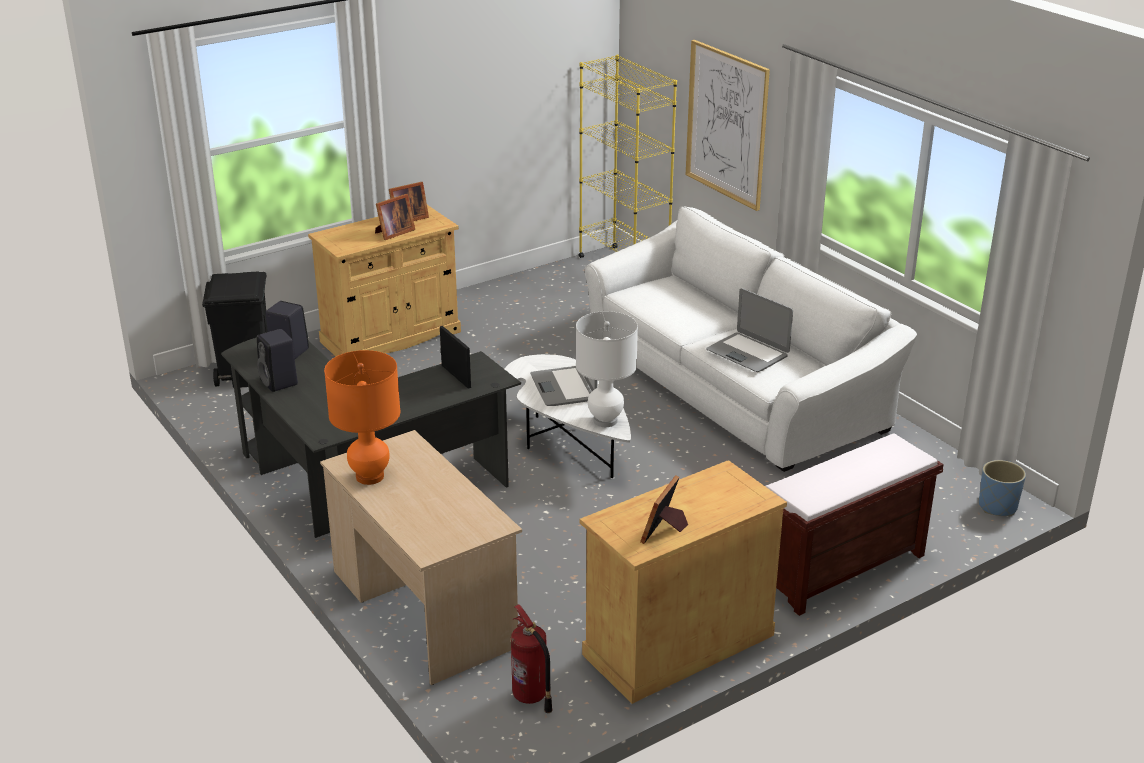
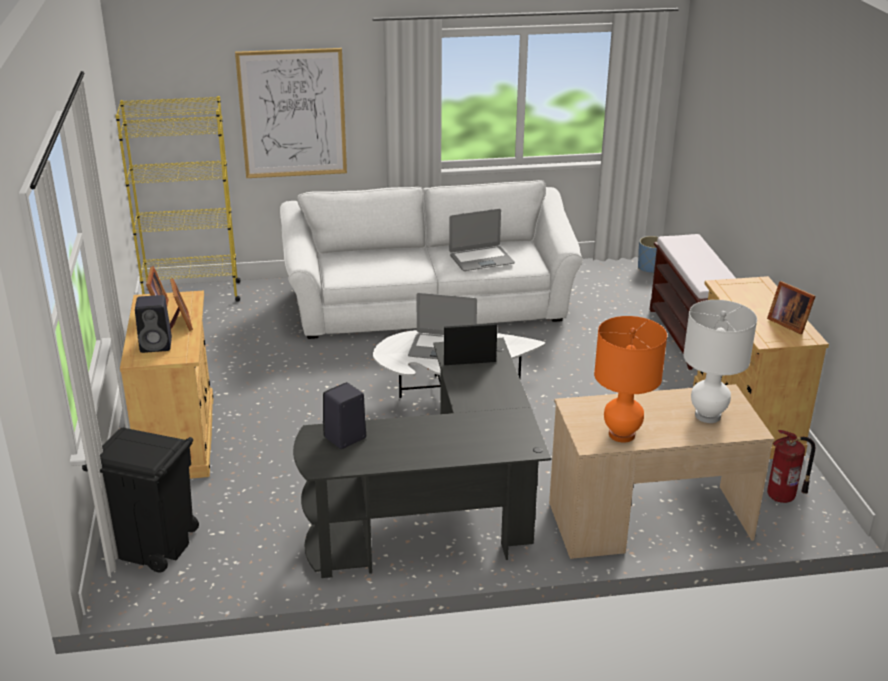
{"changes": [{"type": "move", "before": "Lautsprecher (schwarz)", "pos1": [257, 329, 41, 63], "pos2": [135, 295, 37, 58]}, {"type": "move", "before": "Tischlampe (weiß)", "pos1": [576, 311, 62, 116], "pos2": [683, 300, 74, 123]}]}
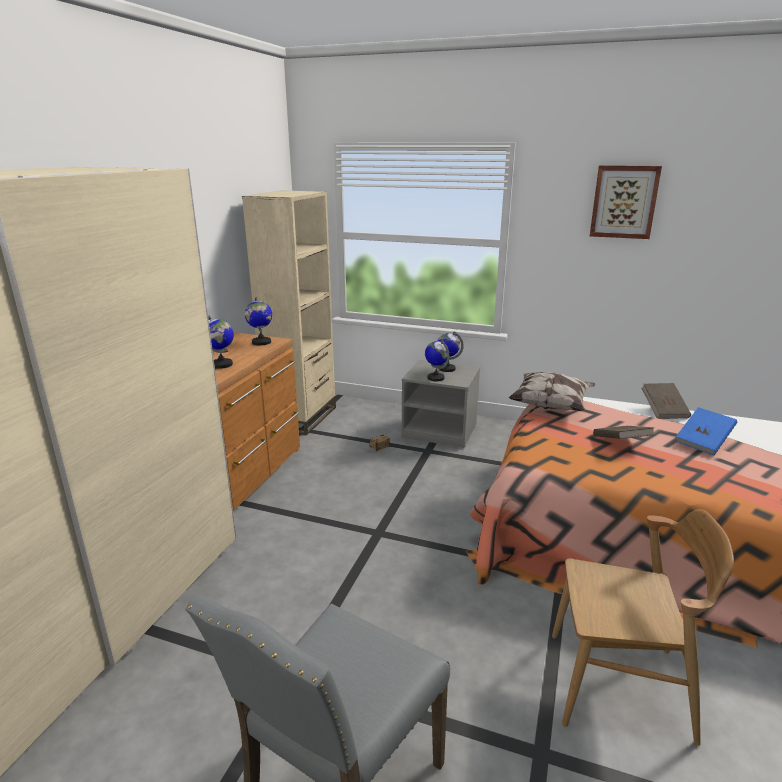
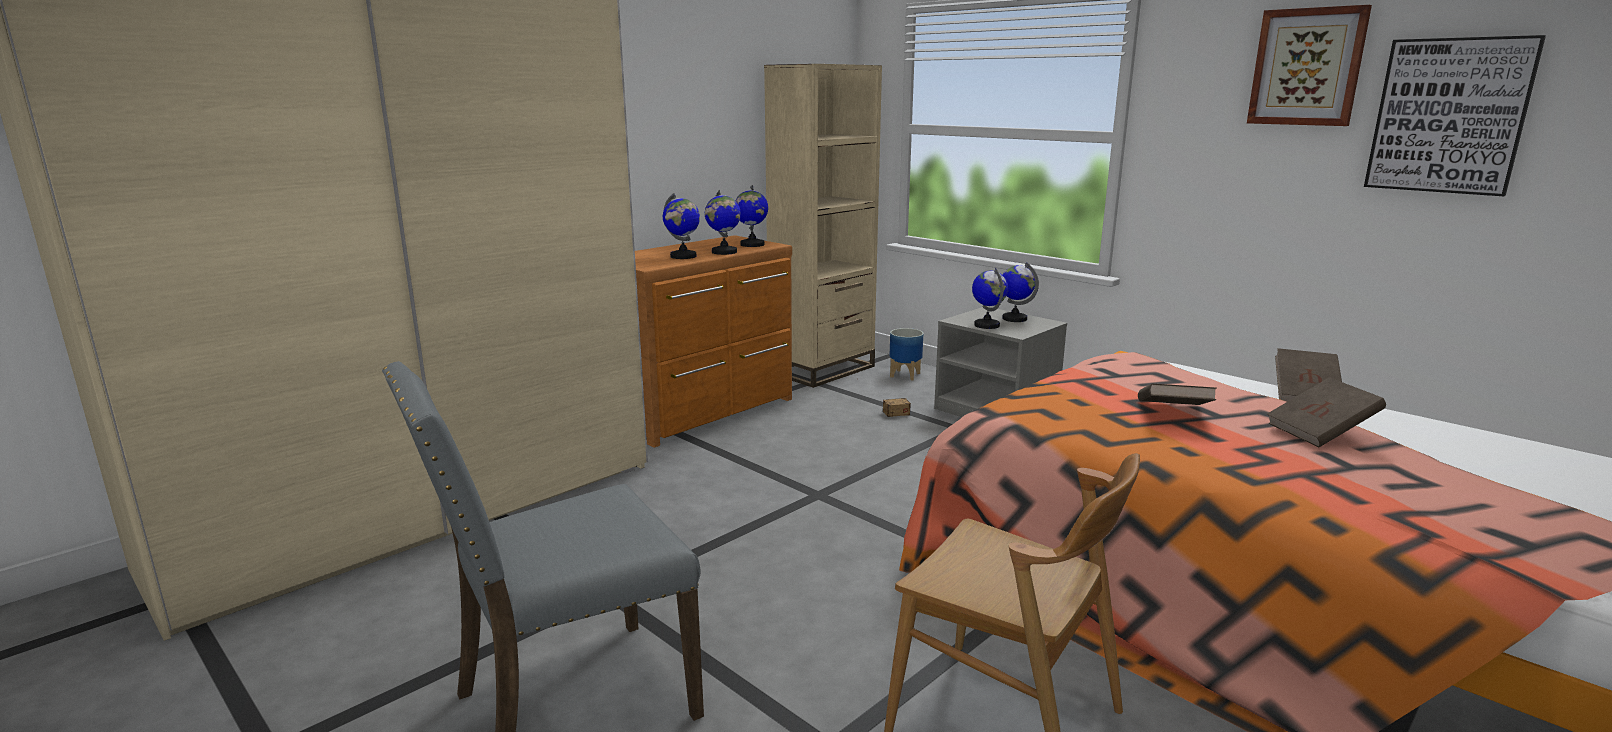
{"changes": [{"type": "insert", "after": "Globus", "pos2": [705, 190, 36, 65]}, {"type": "insert", "after": "Pflanzkübel", "pos2": [889, 328, 34, 52]}, {"type": "recolor", "before": "Buch (blau)", "after": "Buch (braun)", "pos1": [676, 407, 61, 48], "pos2": [1267, 377, 119, 70]}, {"type": "insert", "after": "Bild", "pos2": [1364, 35, 182, 161]}, {"type": "delete", "before": "Kissen", "pos1": [508, 372, 87, 39]}]}
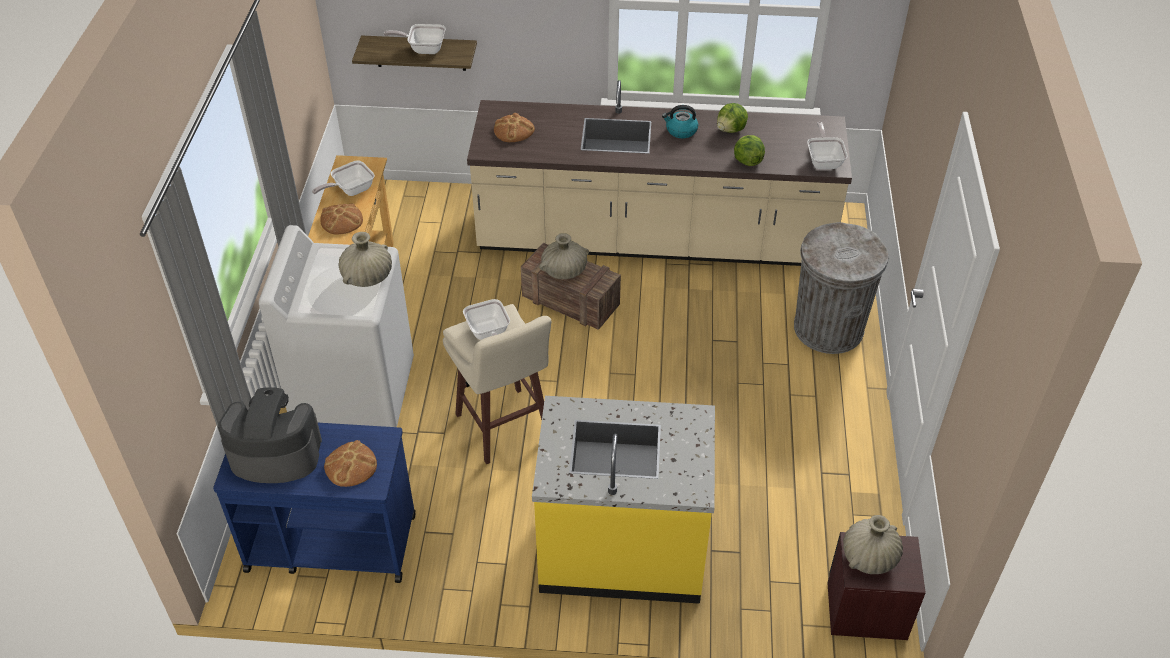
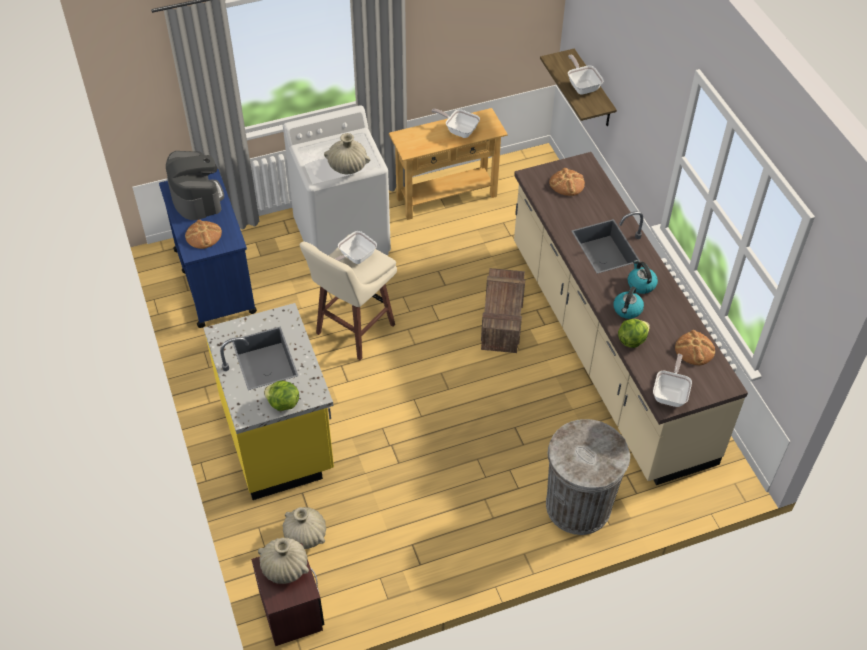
{"changes": [{"type": "move", "before": "Salatkopf", "pos1": [717, 103, 31, 30], "pos2": [264, 381, 35, 30]}, {"type": "move", "before": "Vase (beige)", "pos1": [539, 233, 50, 46], "pos2": [283, 507, 43, 42]}, {"type": "insert", "after": "Wasserkessel", "pos2": [613, 286, 31, 33]}, {"type": "rotate", "before": "Pfanne", "pos1": [807, 122, 41, 47], "pos2": [653, 354, 39, 53], "turn": -45}, {"type": "move", "before": "Brot", "pos1": [320, 203, 43, 32], "pos2": [675, 330, 40, 36]}]}
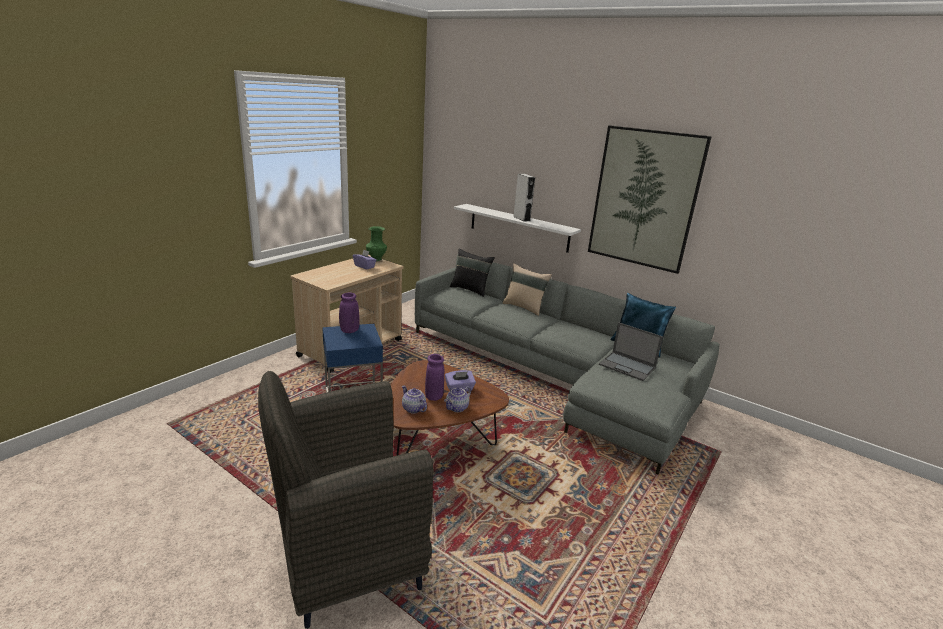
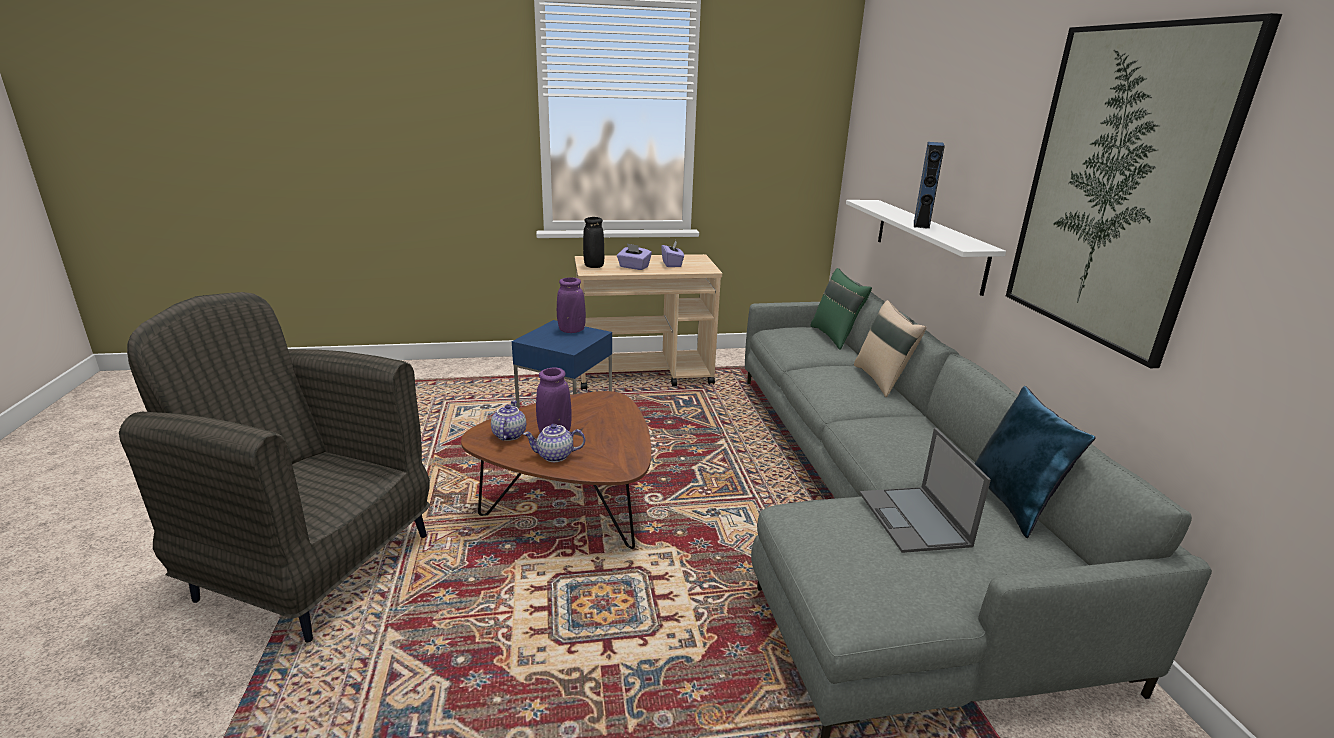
{"changes": [{"type": "insert", "after": "Vase (schwarz)", "pos2": [583, 217, 21, 51]}, {"type": "move", "before": "Taschentuchbox (lila)", "pos1": [445, 370, 31, 22], "pos2": [617, 243, 35, 27]}, {"type": "recolor", "before": "Kissen (schwarz)", "after": "Kissen (grün)", "pos1": [450, 249, 45, 48], "pos2": [810, 268, 62, 82]}, {"type": "recolor", "before": "Lautsprecher (grau)", "after": "Lautsprecher (blau)", "pos1": [513, 174, 22, 48], "pos2": [914, 142, 31, 87]}, {"type": "delete", "before": "Vase (grün)", "pos1": [366, 226, 21, 35]}]}
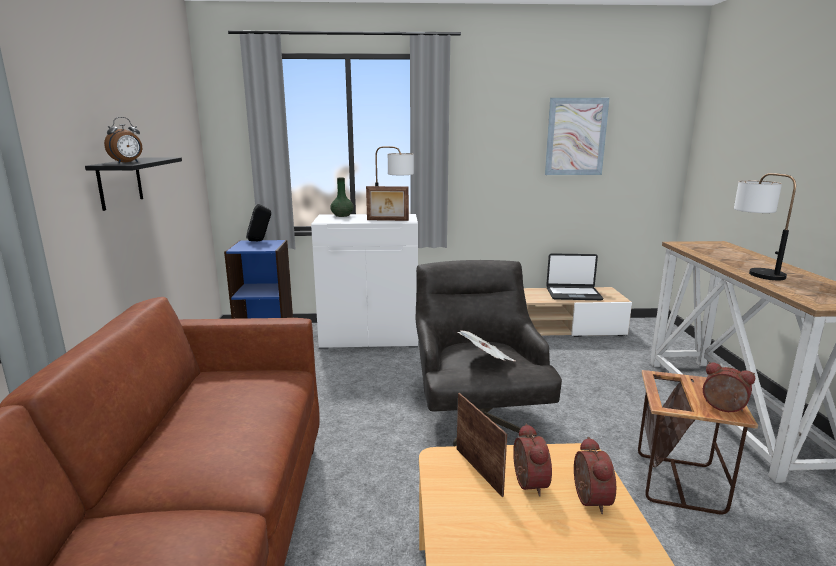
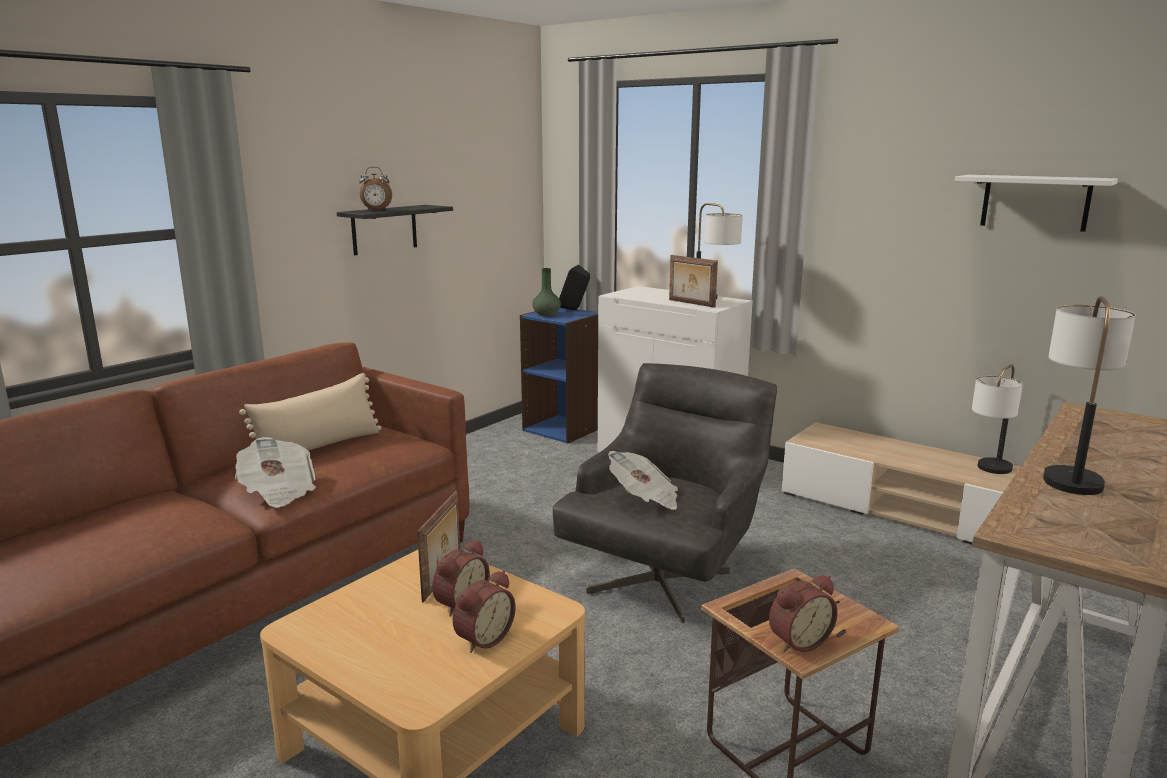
{"changes": [{"type": "insert", "after": "Zeitung", "pos2": [235, 437, 81, 71]}, {"type": "insert", "after": "Kissen (beige)", "pos2": [239, 373, 142, 78]}, {"type": "move", "before": "Vase (grün)", "pos1": [330, 178, 24, 39], "pos2": [532, 268, 29, 48]}, {"type": "rotate", "before": "Wecker", "pos1": [703, 362, 52, 50], "pos2": [769, 575, 69, 78], "turn": 75}, {"type": "replace", "before": "Bild", "after": "Wandregal (weiß)", "pos1": [545, 98, 65, 77], "pos2": [955, 175, 163, 57]}, {"type": "replace", "before": "Laptop", "after": "Tischlampe", "pos1": [546, 253, 57, 47], "pos2": [972, 364, 51, 110]}]}
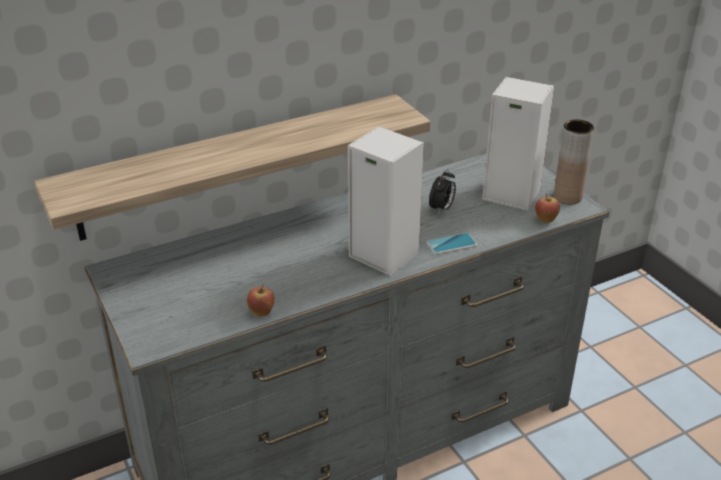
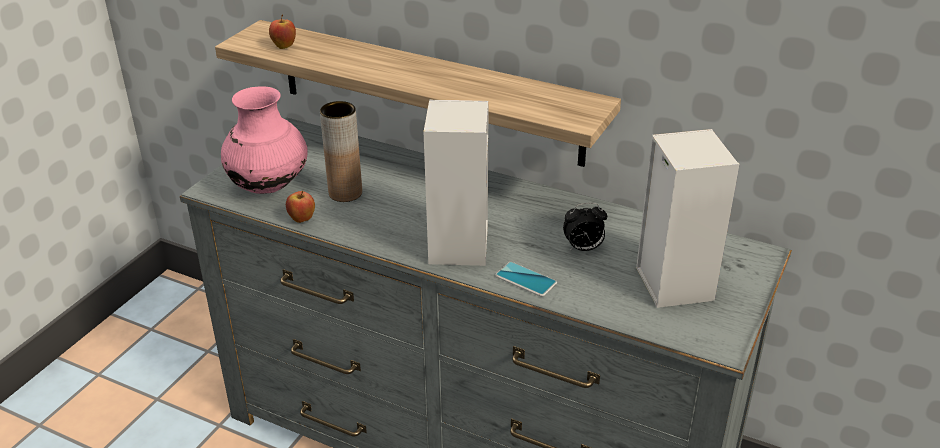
{"changes": [{"type": "insert", "after": "Vase (rosa)", "pos2": [221, 87, 87, 107]}, {"type": "move", "before": "Apfel", "pos1": [535, 194, 25, 29], "pos2": [269, 14, 27, 35]}, {"type": "move", "before": "Vase (braun)", "pos1": [554, 119, 40, 85], "pos2": [320, 101, 42, 101]}]}
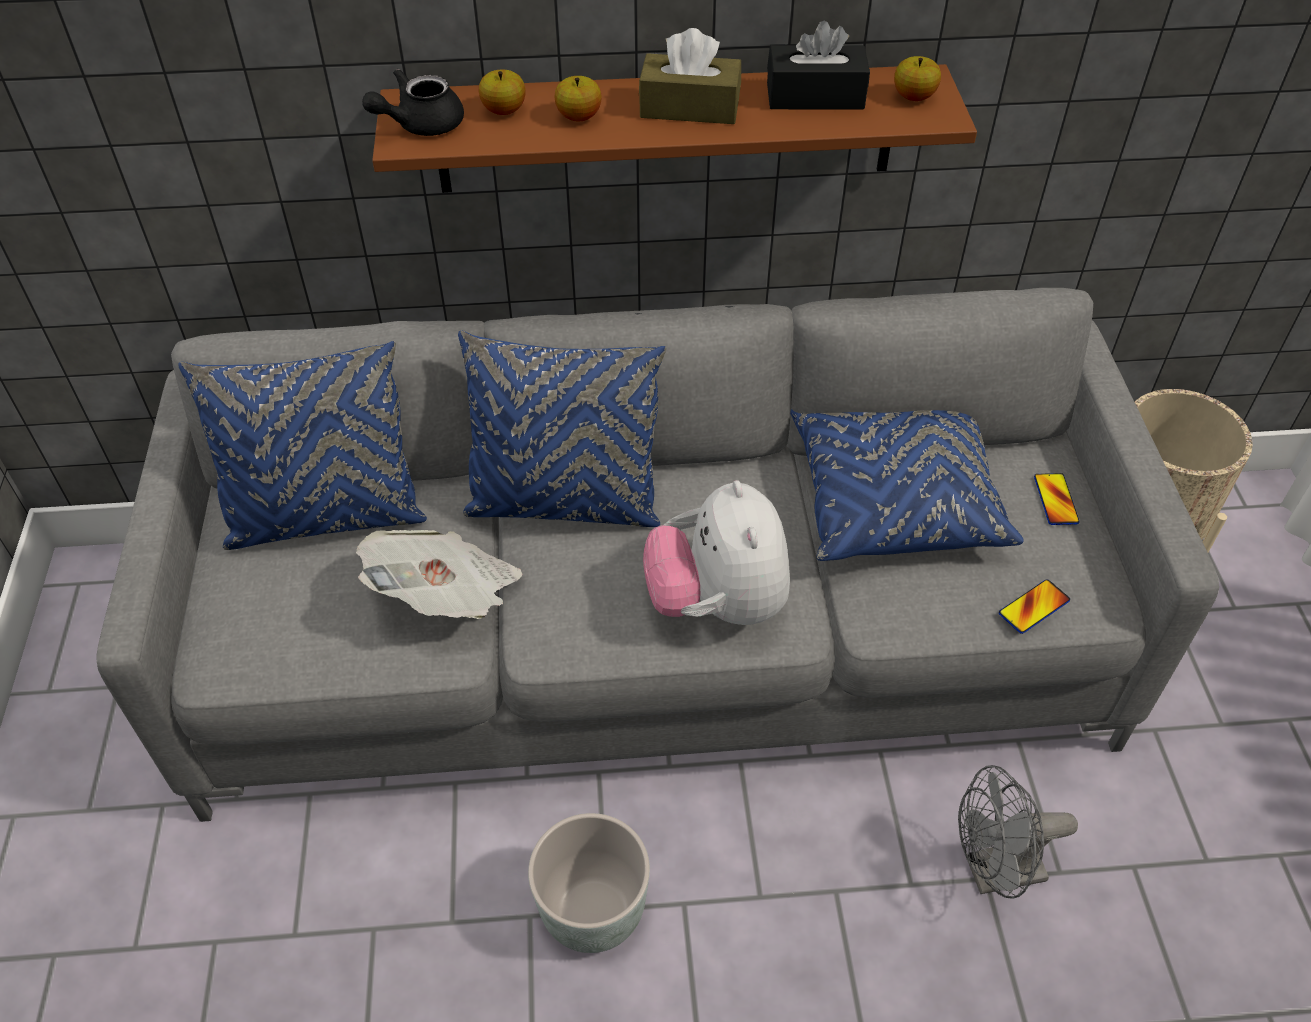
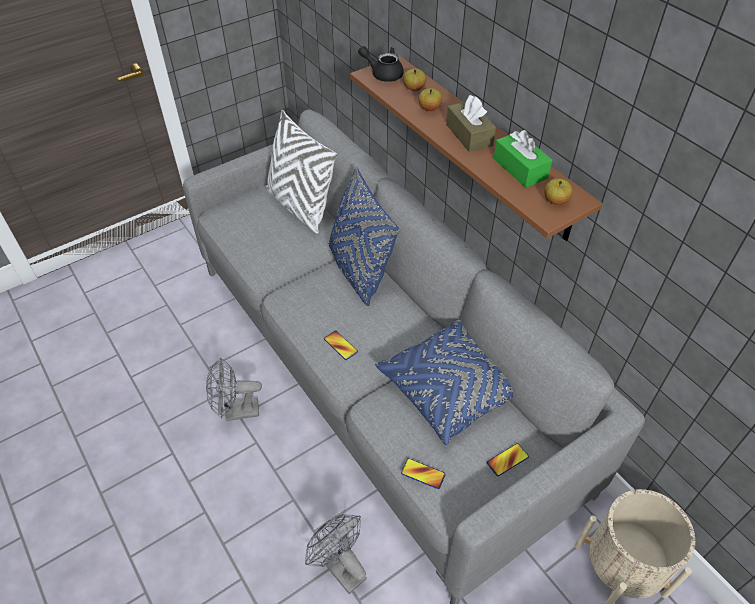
{"changes": [{"type": "replace", "before": "Pflanzkübel (grau)", "after": "Ventilator (grau)", "pos1": [528, 813, 122, 140], "pos2": [206, 358, 56, 63]}, {"type": "recolor", "before": "Kissen (blau)", "after": "Kissen (weiß)", "pos1": [178, 341, 249, 209], "pos2": [266, 110, 71, 124]}, {"type": "replace", "before": "Plüschtier", "after": "Handy", "pos1": [643, 480, 147, 145], "pos2": [324, 330, 34, 30]}, {"type": "recolor", "before": "Taschentuchbox (schwarz)", "after": "Taschentuchbox (grün)", "pos1": [767, 21, 103, 88], "pos2": [493, 130, 59, 58]}, {"type": "delete", "before": "Zeitung", "pos1": [356, 530, 167, 89]}]}
